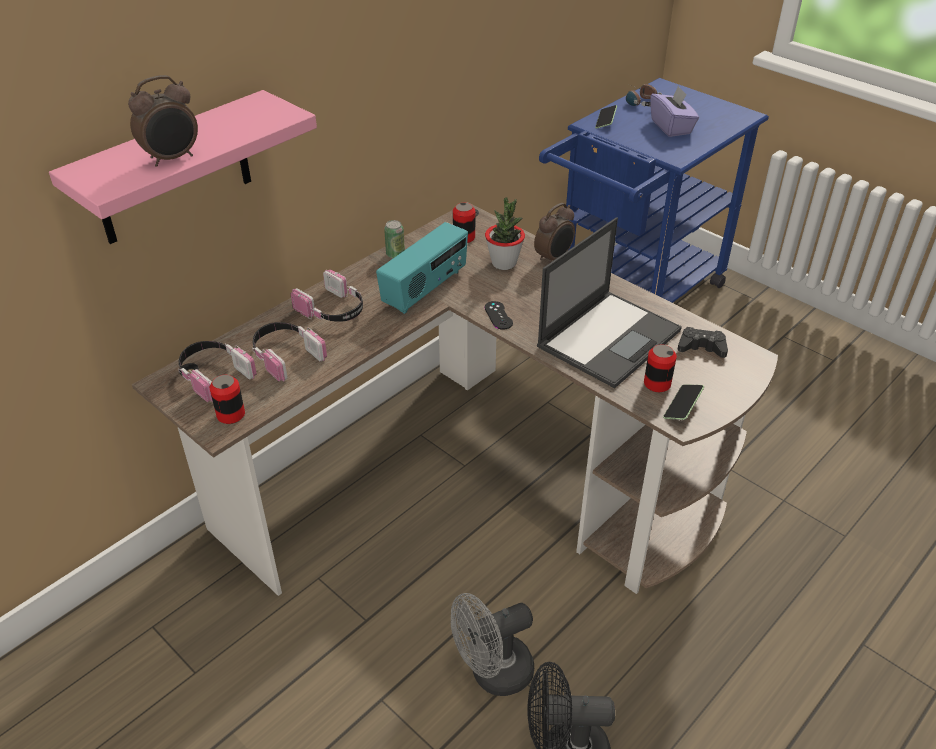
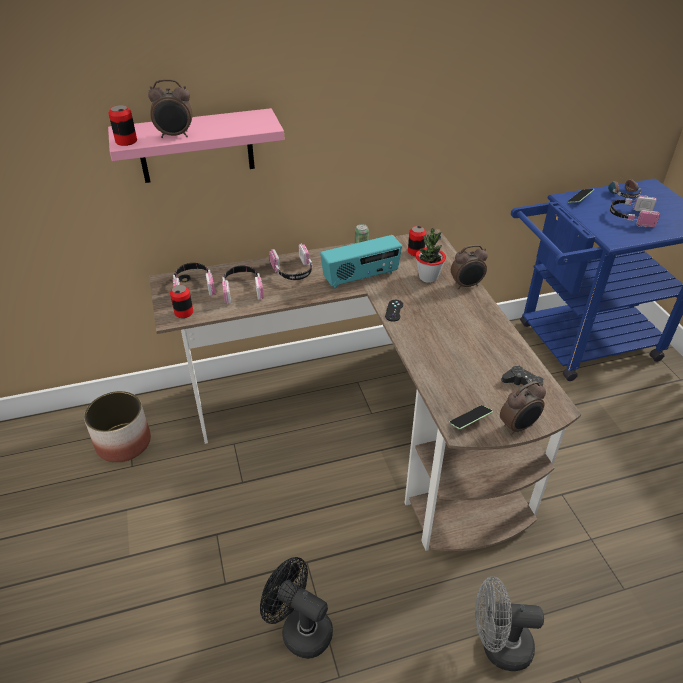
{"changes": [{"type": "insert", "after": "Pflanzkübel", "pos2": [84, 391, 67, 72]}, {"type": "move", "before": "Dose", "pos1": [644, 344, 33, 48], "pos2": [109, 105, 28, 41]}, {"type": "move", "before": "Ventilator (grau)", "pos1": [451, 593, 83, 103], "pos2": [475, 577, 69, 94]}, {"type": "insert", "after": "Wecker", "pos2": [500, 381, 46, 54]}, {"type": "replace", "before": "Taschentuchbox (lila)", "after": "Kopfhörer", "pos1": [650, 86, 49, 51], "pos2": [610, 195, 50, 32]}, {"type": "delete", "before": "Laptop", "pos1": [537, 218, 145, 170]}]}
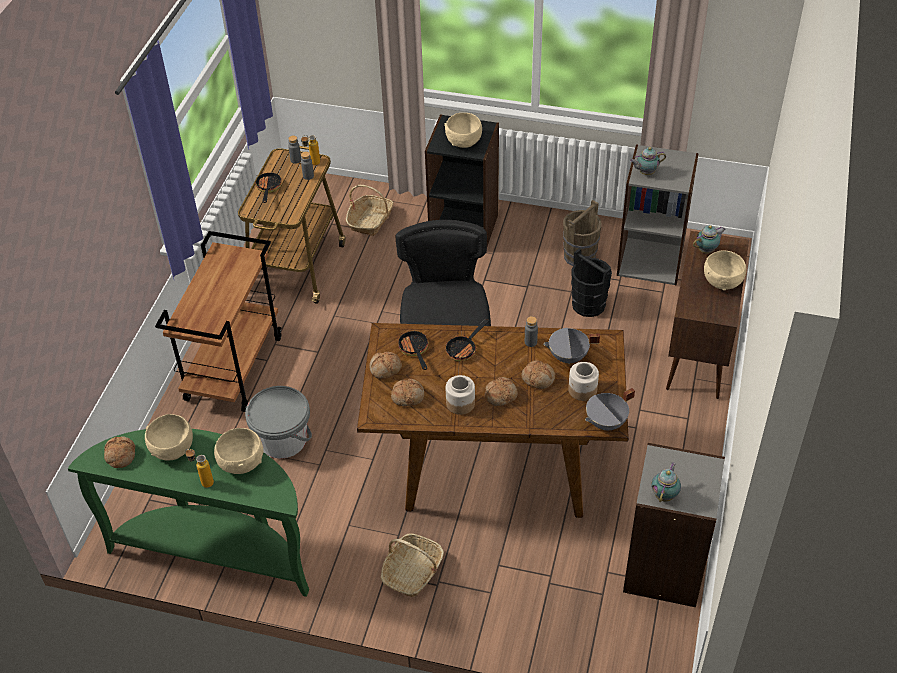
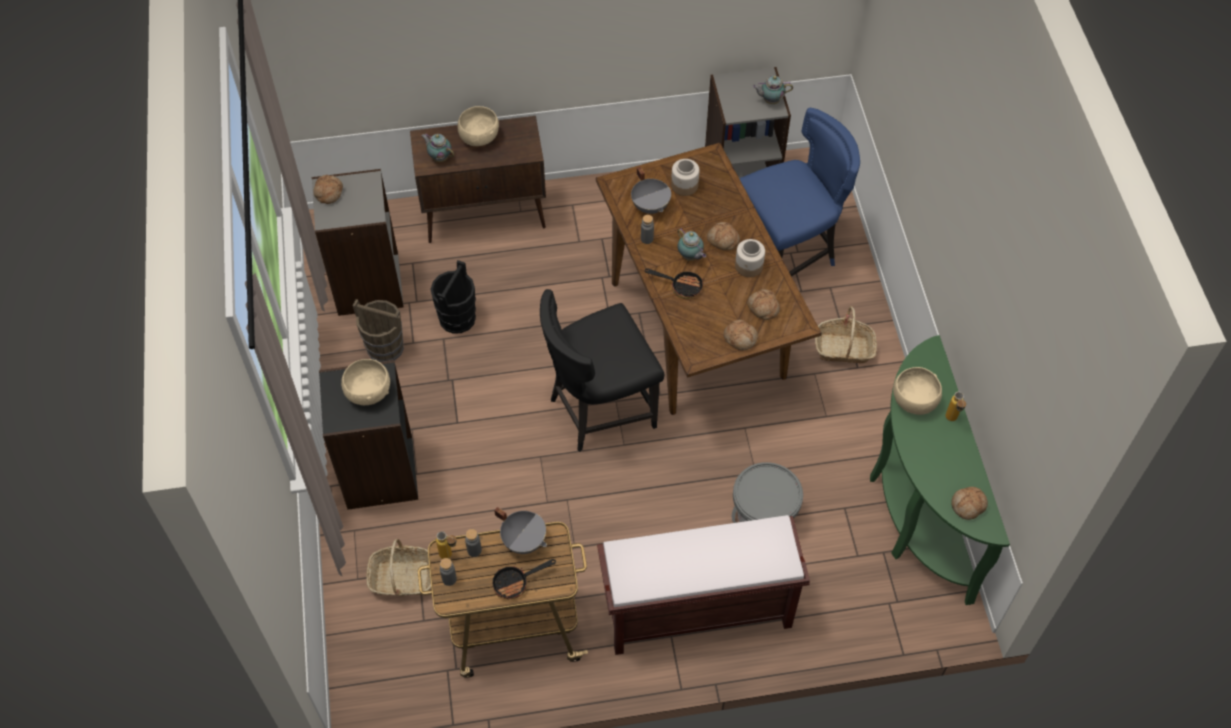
{"changes": [{"type": "move", "before": "Brot", "pos1": [522, 361, 33, 28], "pos2": [313, 175, 30, 29]}, {"type": "move", "before": "Kochtopf (grau)", "pos1": [585, 388, 50, 42], "pos2": [494, 507, 53, 47]}, {"type": "replace", "before": "Rollwagen (braun)", "after": "Bank (braun)", "pos1": [155, 231, 127, 181], "pos2": [597, 515, 213, 140]}, {"type": "move", "before": "Teekanne", "pos1": [630, 147, 36, 28], "pos2": [677, 228, 29, 33]}, {"type": "insert", "after": "Stuhl (blau)", "pos2": [739, 108, 121, 169]}, {"type": "delete", "before": "Schüssel (beige)", "pos1": [145, 414, 48, 47]}, {"type": "delete", "before": "Pfanne", "pos1": [398, 331, 30, 39]}]}
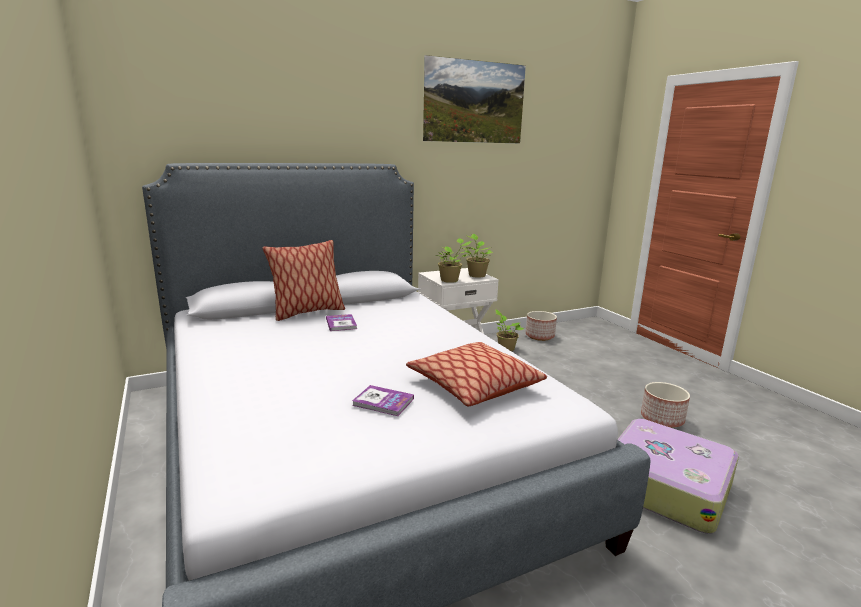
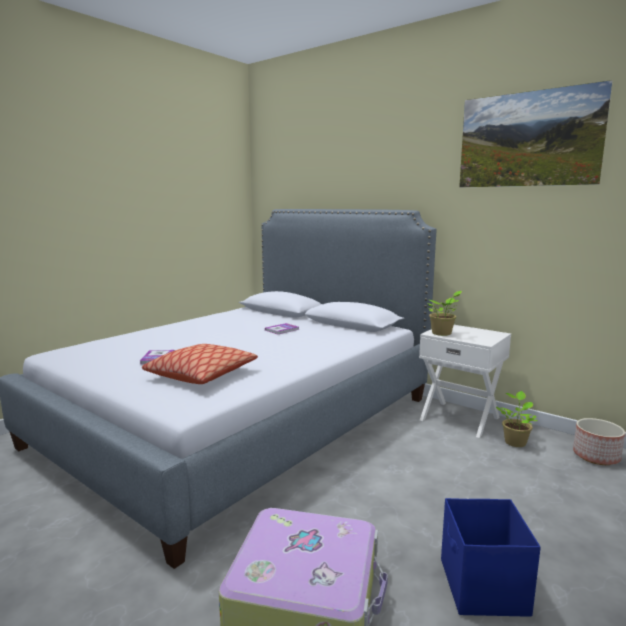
{"changes": [{"type": "replace", "before": "Pflanzkübel", "after": "Aufbewahrungsbox (blau)", "pos1": [641, 382, 49, 46], "pos2": [441, 498, 100, 119]}, {"type": "delete", "before": "Kissen", "pos1": [262, 240, 83, 81]}, {"type": "delete", "before": "Topfpflanze", "pos1": [463, 234, 30, 44]}]}
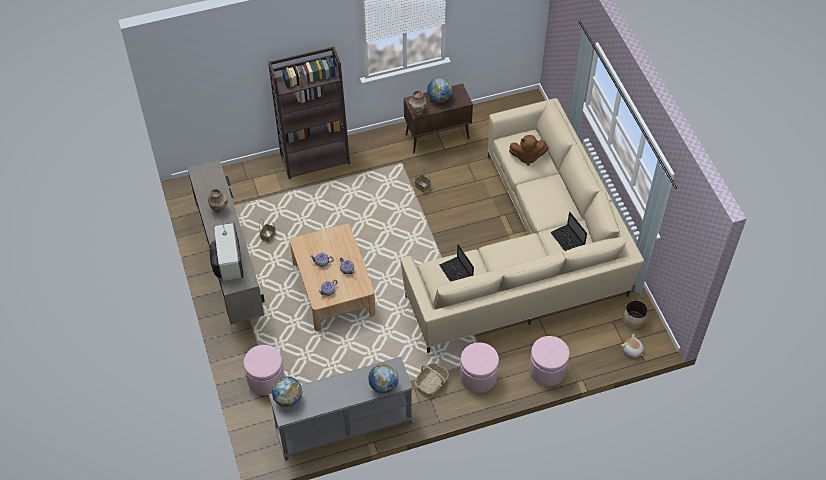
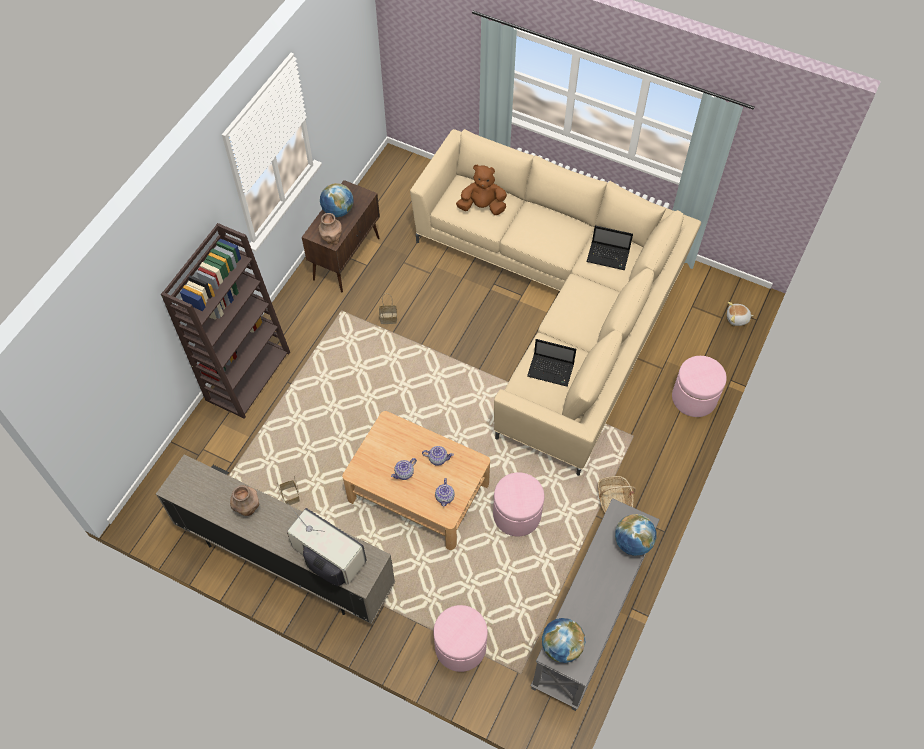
{"changes": [{"type": "rotate", "before": "Plüschtier (braun)", "pos1": [509, 135, 40, 31], "pos2": [456, 165, 51, 50], "turn": -135}, {"type": "move", "before": "Polsterhocker (rosa)", "pos1": [460, 342, 39, 51], "pos2": [493, 472, 51, 64]}, {"type": "delete", "before": "Pflanzkübel", "pos1": [623, 300, 25, 29]}]}
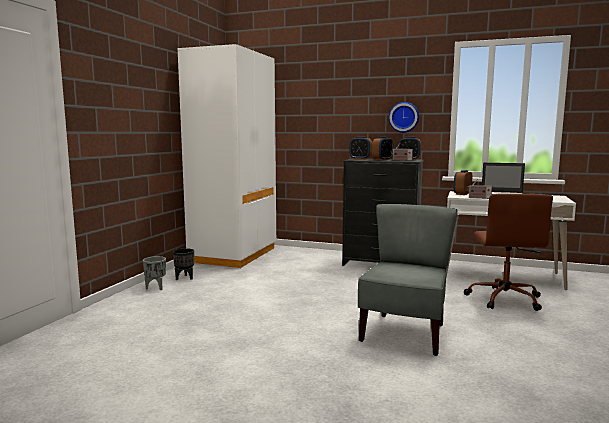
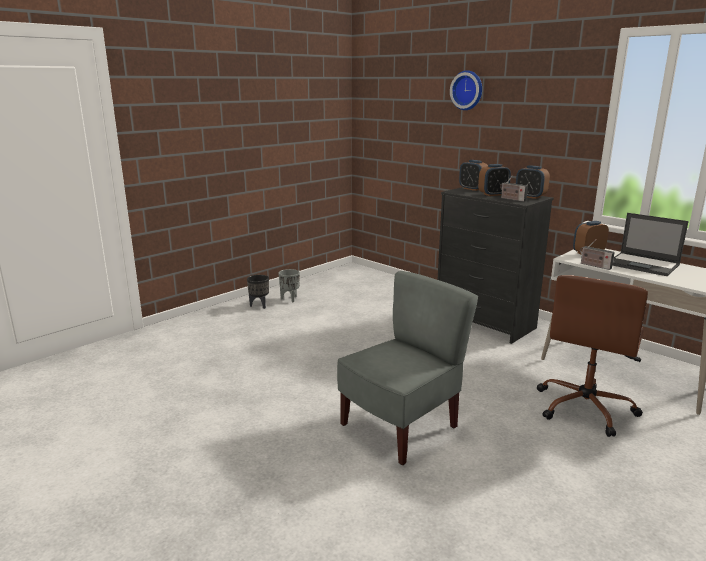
{"changes": [{"type": "move", "before": "Pflanzkübel (grau)", "pos1": [143, 256, 23, 34], "pos2": [278, 269, 22, 34]}, {"type": "move", "before": "Wanduhr", "pos1": [389, 102, 30, 31], "pos2": [450, 70, 32, 40]}, {"type": "delete", "before": "Kleiderschrank (weiß)", "pos1": [178, 44, 98, 224]}]}
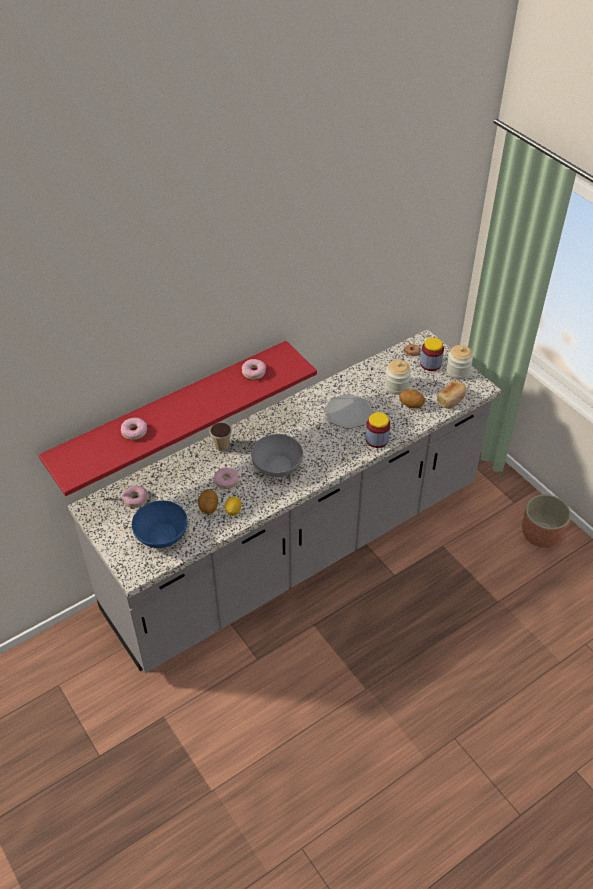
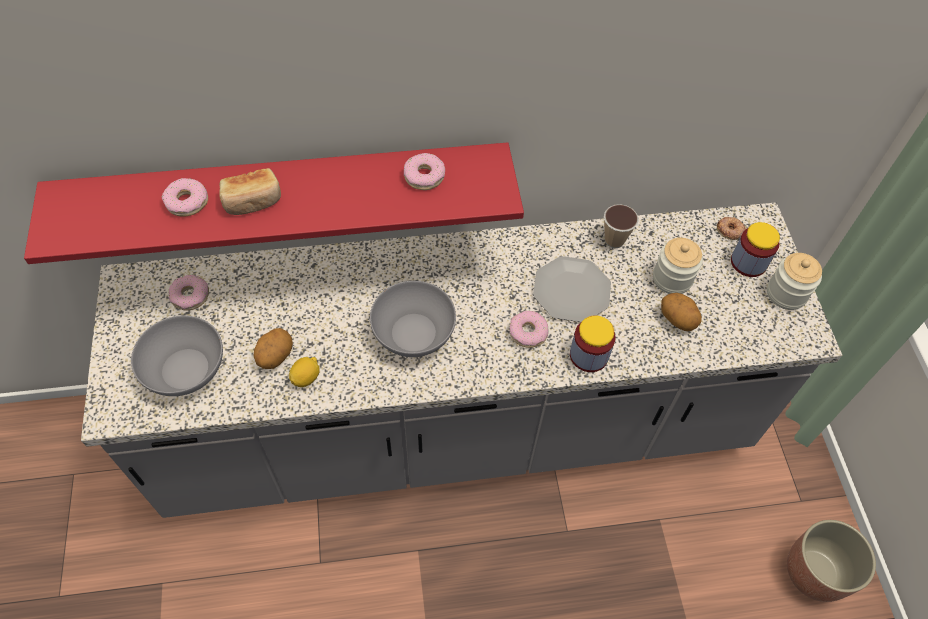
{"changes": [{"type": "recolor", "before": "Schüssel (blau)", "after": "Schüssel (grau)", "pos1": [132, 500, 56, 48], "pos2": [131, 315, 92, 81]}, {"type": "move", "before": "Brot", "pos1": [437, 381, 30, 28], "pos2": [219, 168, 62, 47]}, {"type": "move", "before": "Donut", "pos1": [214, 467, 25, 22], "pos2": [510, 311, 38, 37]}, {"type": "move", "before": "Tasse", "pos1": [209, 422, 23, 29], "pos2": [604, 204, 35, 44]}]}
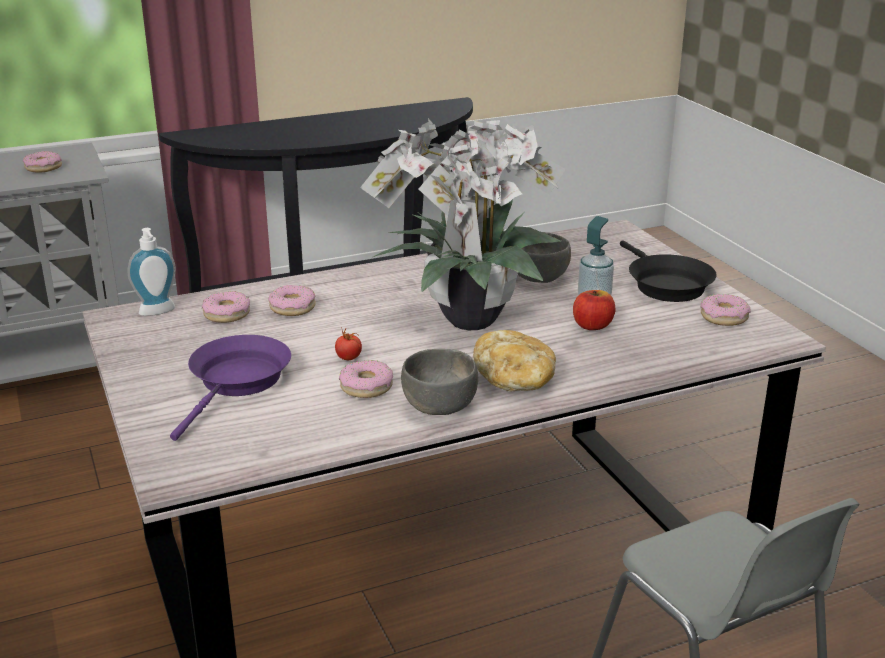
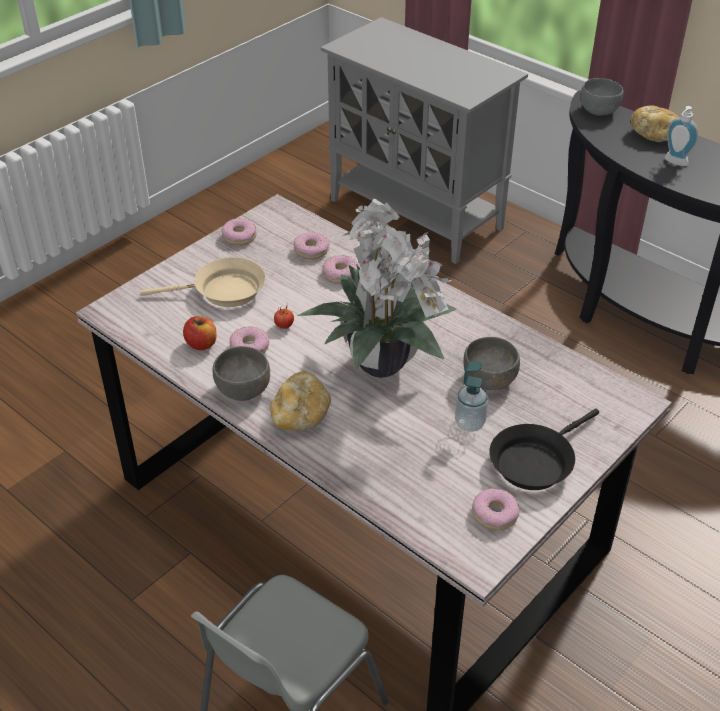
{"changes": [{"type": "recolor", "before": "Pfanne (lila)", "after": "Pfanne (beige)", "pos1": [170, 335, 121, 106], "pos2": [140, 257, 125, 50]}, {"type": "move", "before": "Apfel", "pos1": [573, 290, 42, 40], "pos2": [183, 316, 34, 34]}, {"type": "move", "before": "Donut", "pos1": [23, 151, 39, 22], "pos2": [221, 219, 35, 26]}, {"type": "insert", "after": "Schüssel (grau)", "pos2": [580, 78, 44, 38]}, {"type": "insert", "after": "Brot", "pos2": [631, 105, 48, 37]}, {"type": "move", "before": "Seifenspender", "pos1": [128, 228, 48, 88], "pos2": [665, 106, 33, 60]}]}
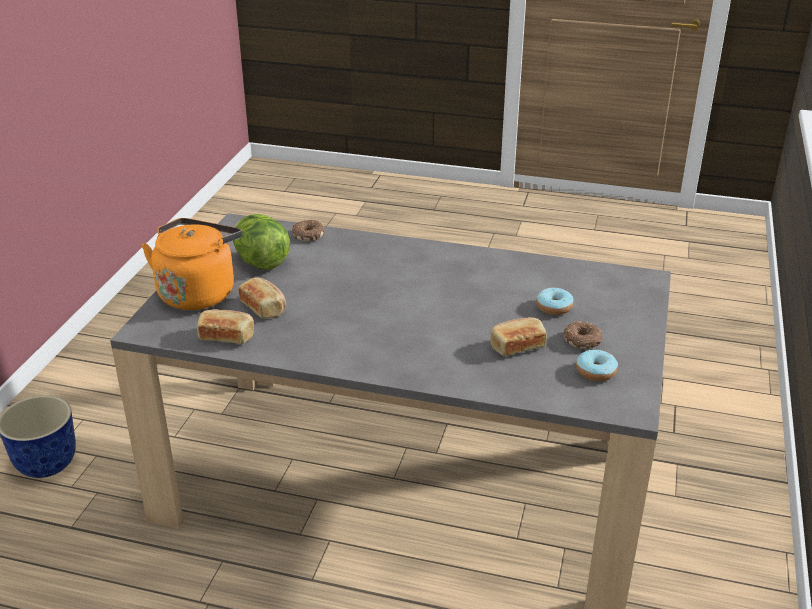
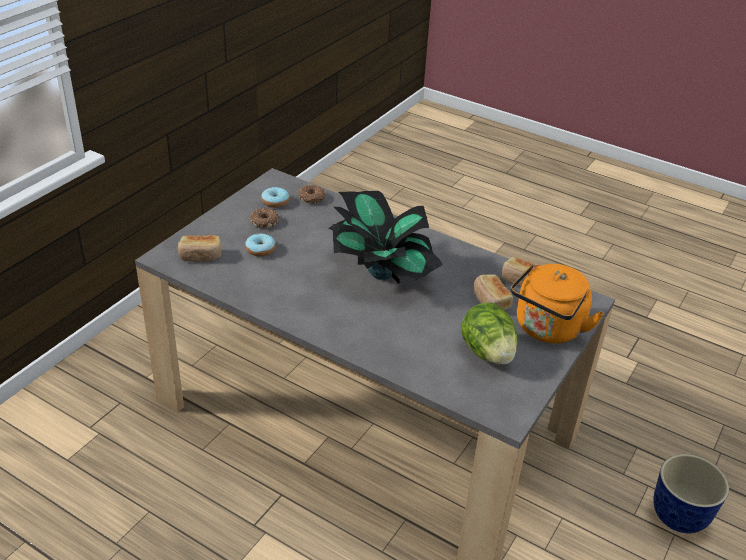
{"changes": [{"type": "move", "before": "Brot", "pos1": [490, 317, 57, 39], "pos2": [178, 235, 44, 27]}, {"type": "move", "before": "Donut", "pos1": [292, 220, 33, 22], "pos2": [298, 185, 27, 19]}, {"type": "insert", "after": "Topfpflanze", "pos2": [328, 191, 115, 95]}]}
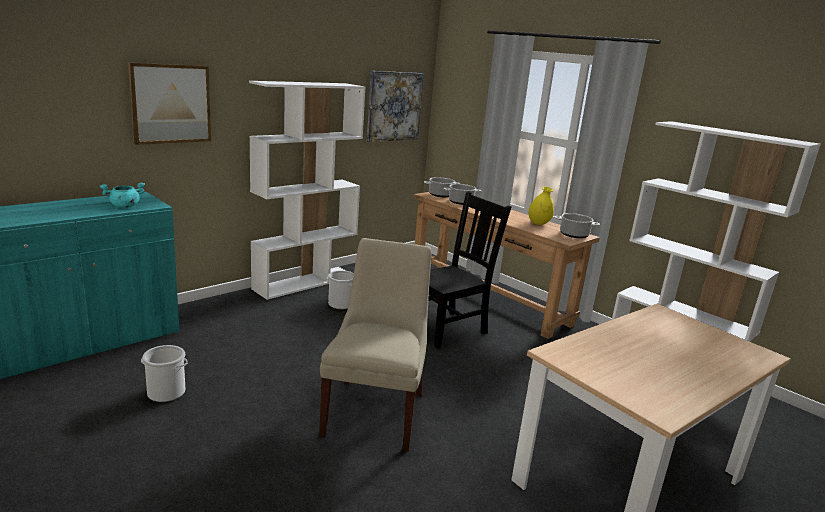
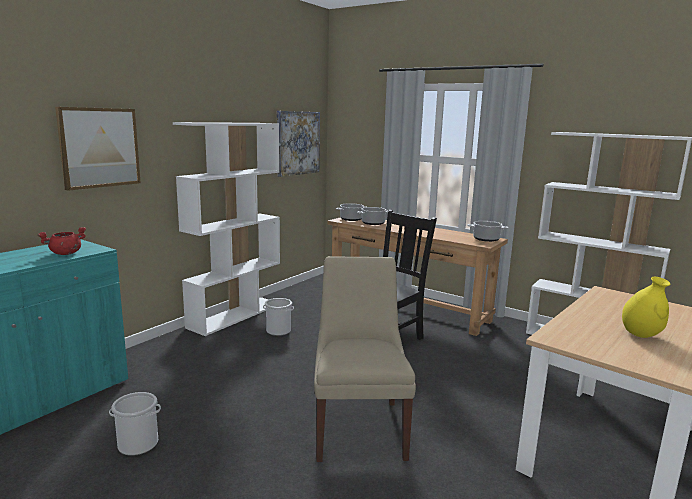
{"changes": [{"type": "recolor", "before": "Kochtopf (türkis)", "after": "Kochtopf (rot)", "pos1": [100, 182, 45, 26], "pos2": [37, 227, 49, 28]}, {"type": "move", "before": "Vase (gelb)", "pos1": [529, 187, 25, 38], "pos2": [622, 277, 49, 61]}]}
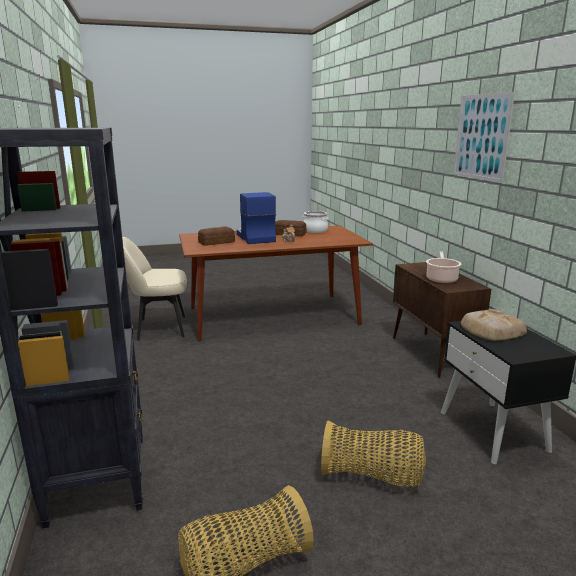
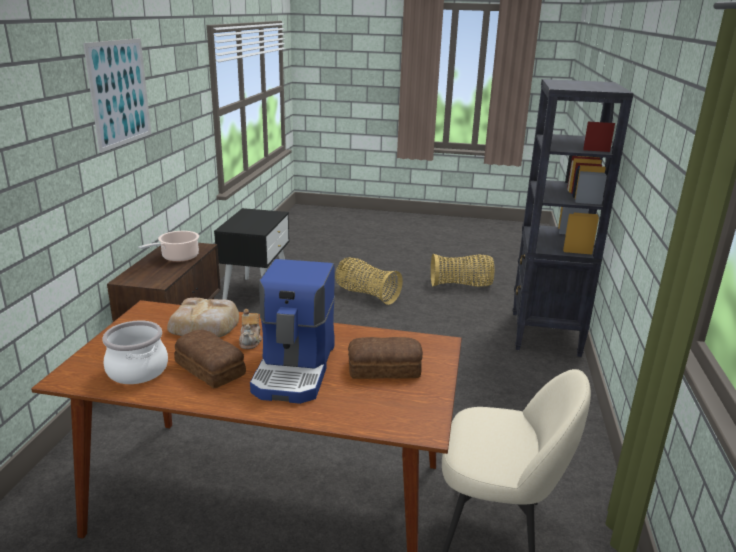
{"changes": [{"type": "move", "before": "Brot", "pos1": [461, 309, 66, 32], "pos2": [167, 298, 72, 39]}]}
